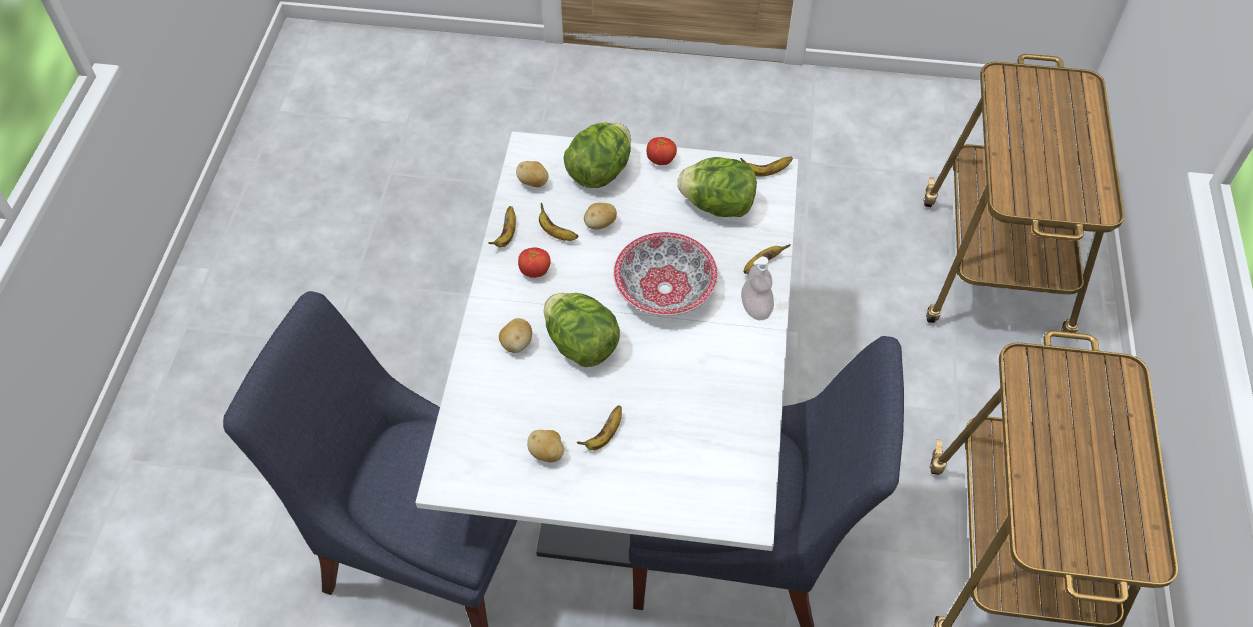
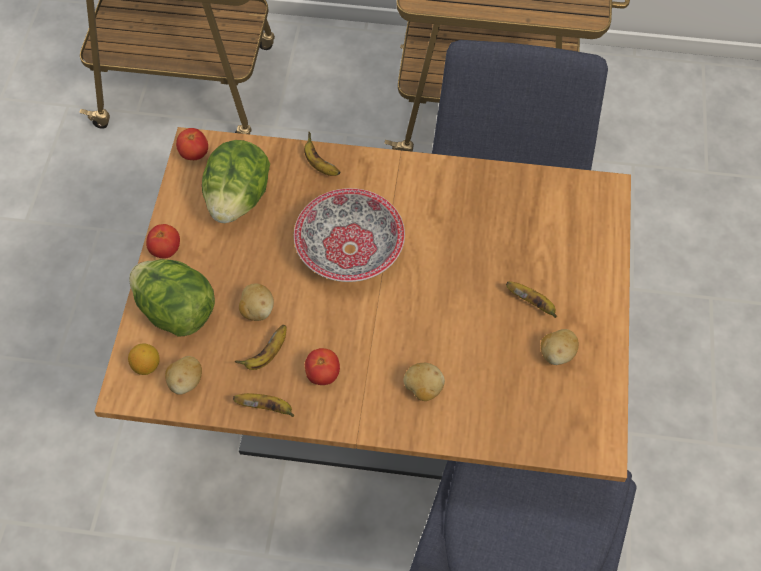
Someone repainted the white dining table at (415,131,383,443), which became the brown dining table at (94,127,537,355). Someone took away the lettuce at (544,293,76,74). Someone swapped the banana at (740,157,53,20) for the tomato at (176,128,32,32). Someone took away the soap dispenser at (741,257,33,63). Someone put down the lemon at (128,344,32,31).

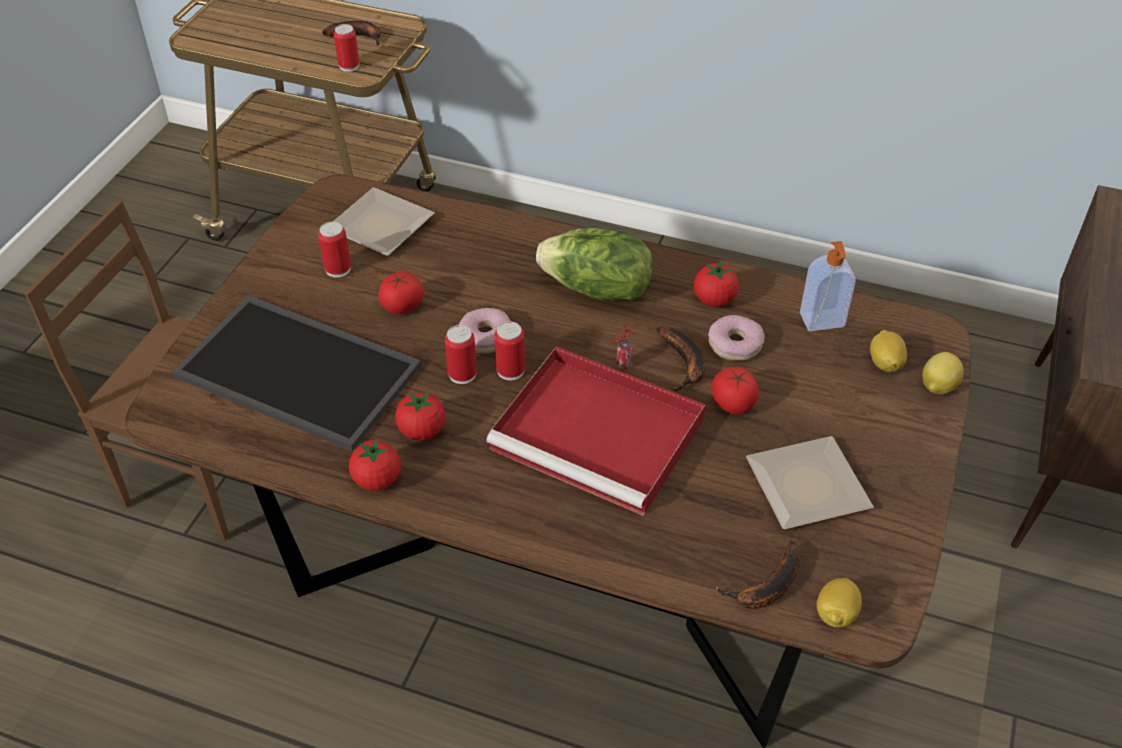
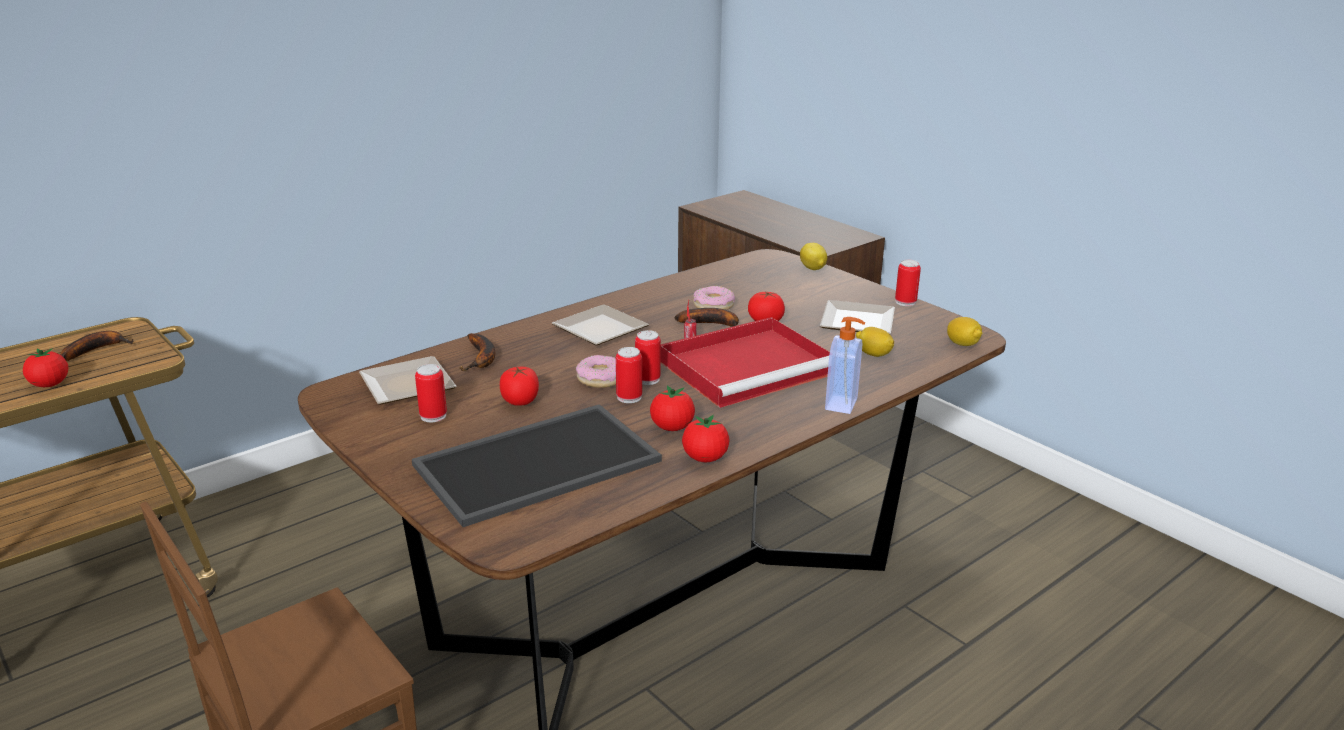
Someone carried the can from (334,24,26,48) to (895,260,26,46). Someone swapped the lettuce at (536,228,117,73) for the plate at (552,304,97,41). Someone carried the tomato from (694,261,45,46) to (23,348,45,39). Someone carried the banana from (715,541,85,68) to (459,333,37,38). Someone carried the soap dispenser from (800,241,56,90) to (825,317,40,97). Someone carried the lemon from (870,330,37,42) to (856,327,38,30).

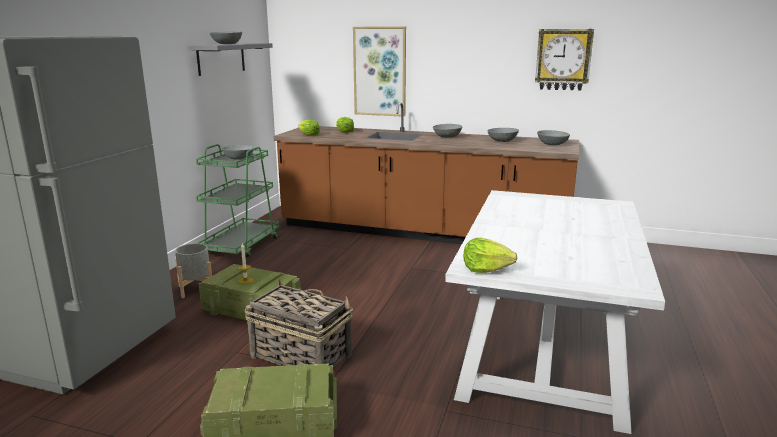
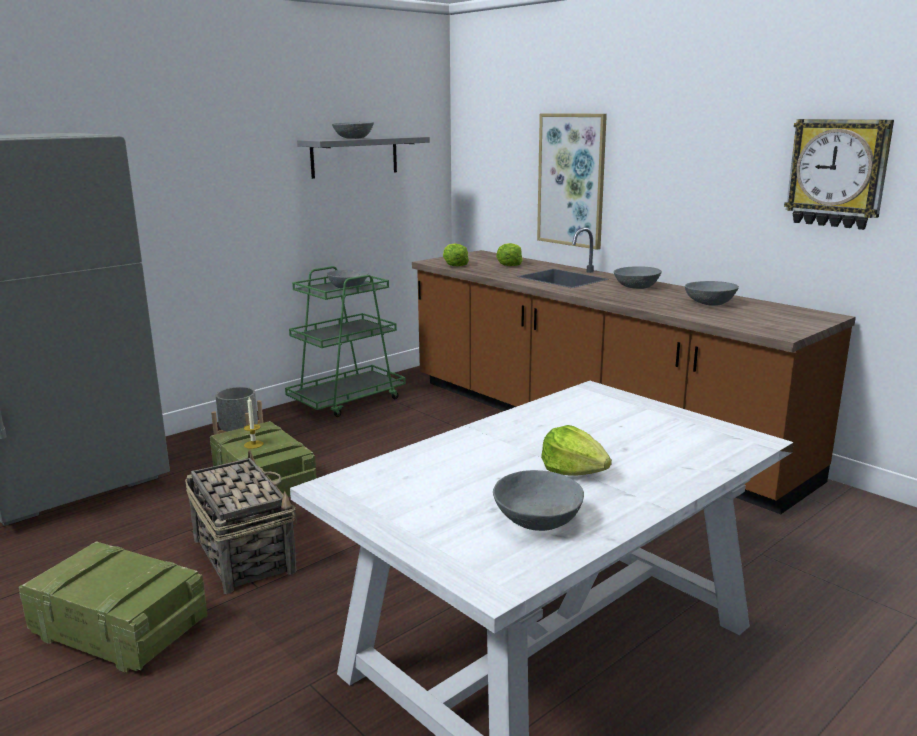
Someone carried the lettuce from (464,238,53,35) to (541,425,71,51). Someone carried the grey bowl from (537,130,33,15) to (493,470,91,61).

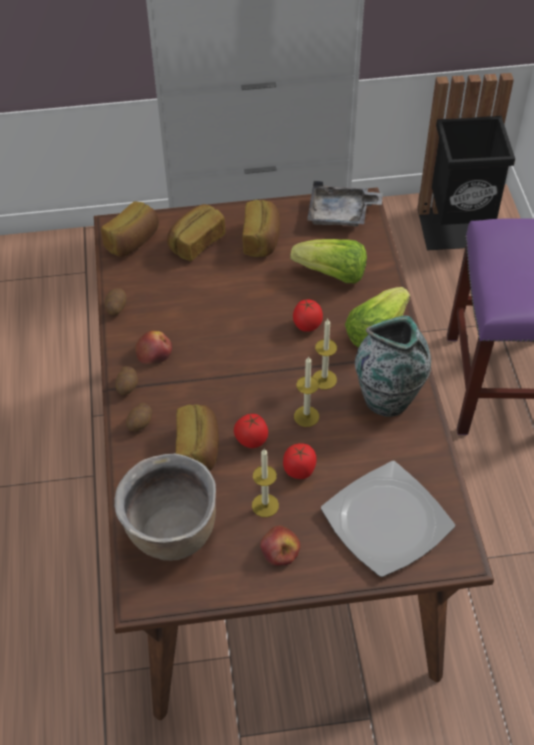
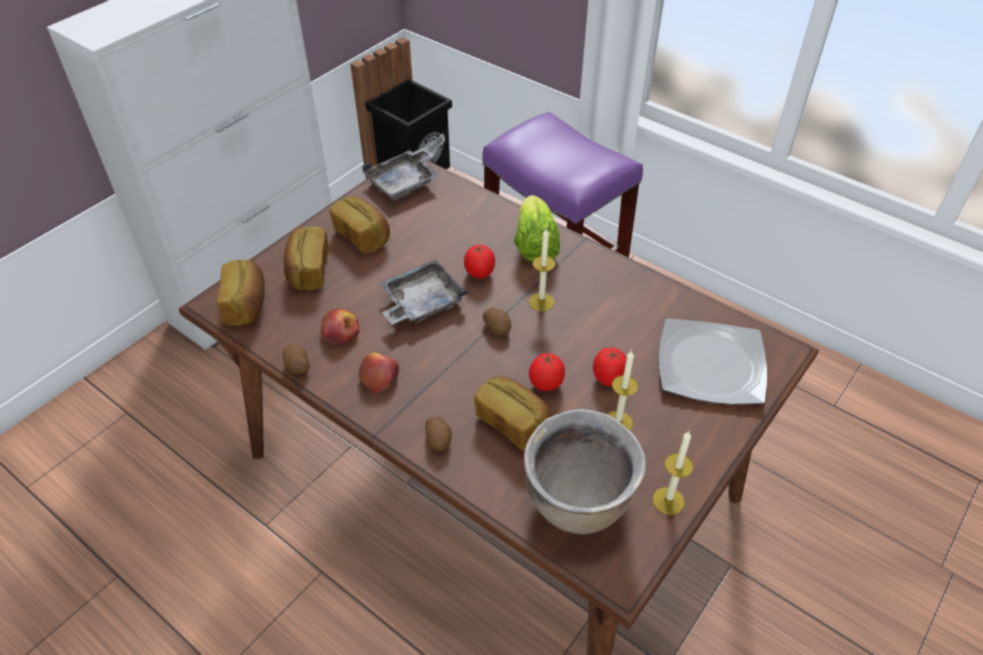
Someone carried the potato from (115,366,23,29) to (482,308,29,27). Someone carried the apple from (260,525,41,40) to (321,309,38,36). Someone took away the lettuce at (290,239,77,44). Someone carried the candle from (294,356,25,71) to (653,431,40,84). Someone took away the vase at (355,315,76,102). Someone put down the grey tray at (380,259,88,66).

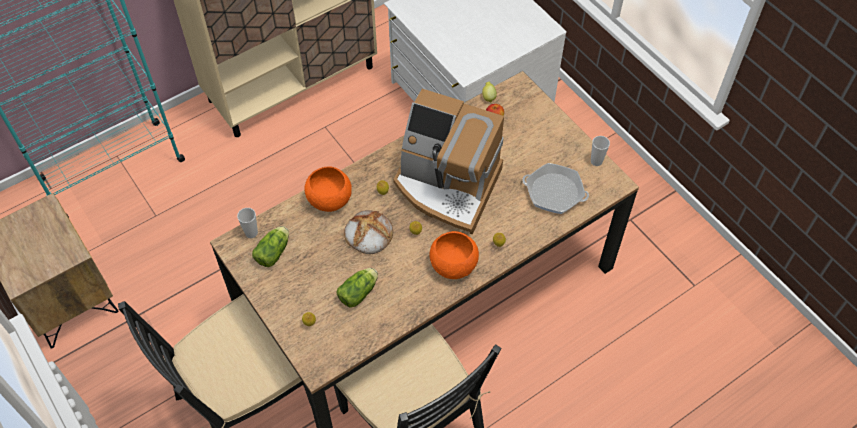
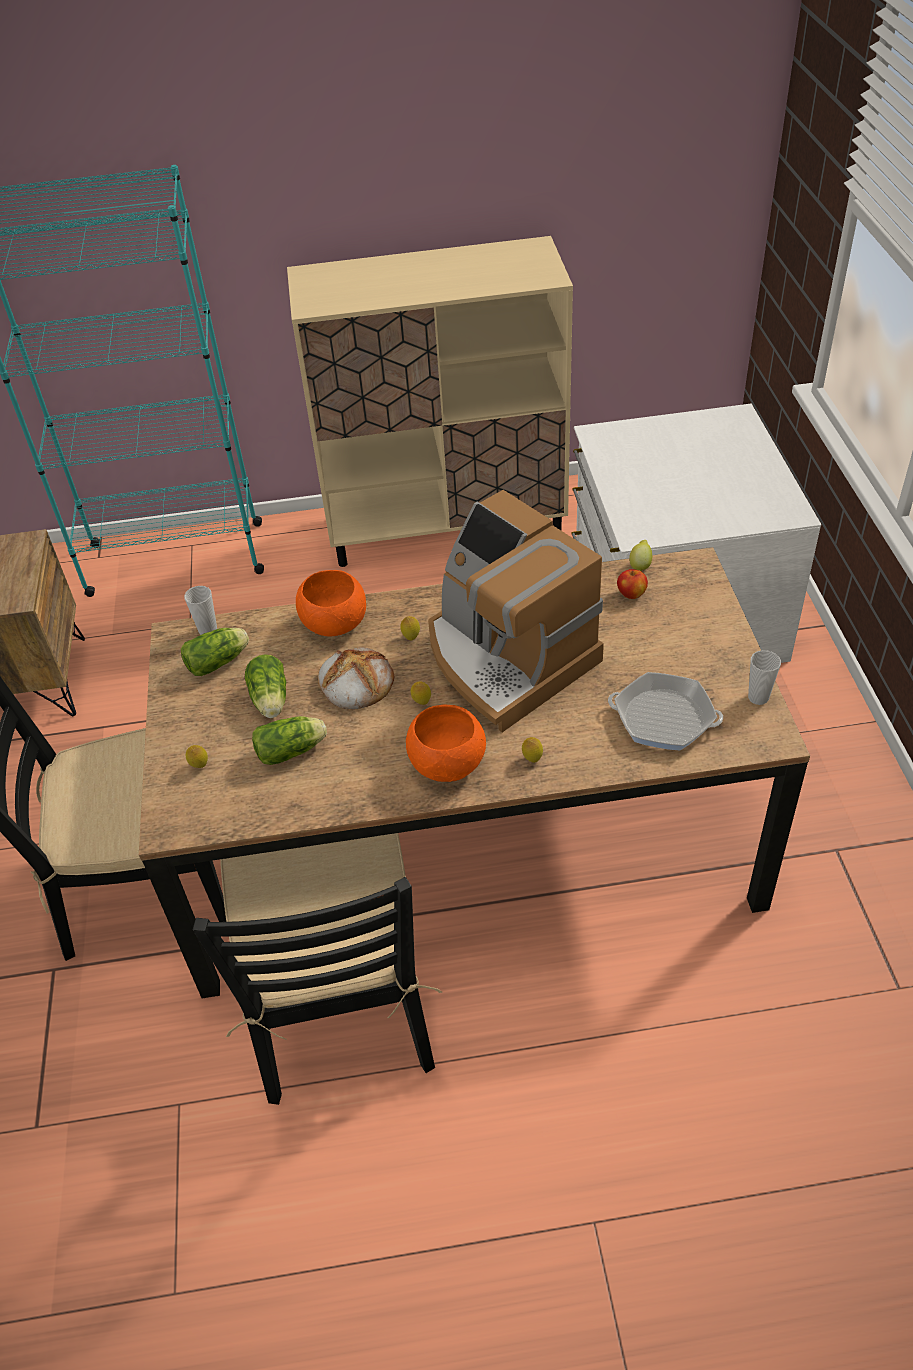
Someone rotated the frying pan at (522,163,67,51) by 150 degrees clockwise. Someone put down the lettuce at (245,654,41,64).

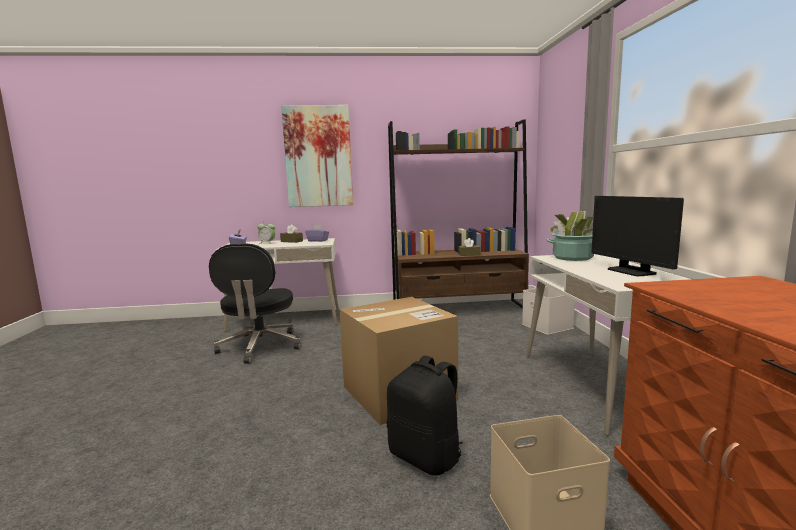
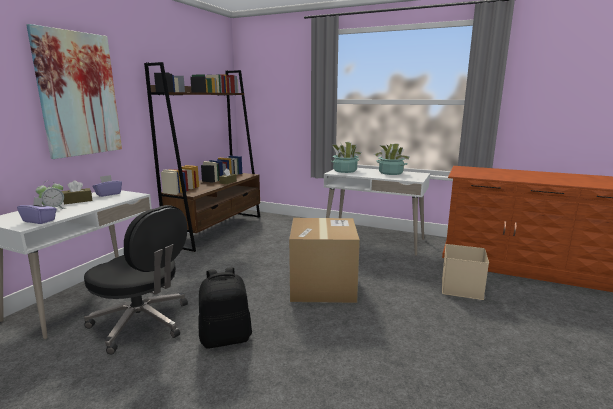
Someone carried the black backpack from (387,356,76,120) to (198,267,54,82). Someone took away the white storage box at (522,286,53,49). Someone swapped the monitor at (592,196,92,80) for the potted plant at (374,143,36,32).

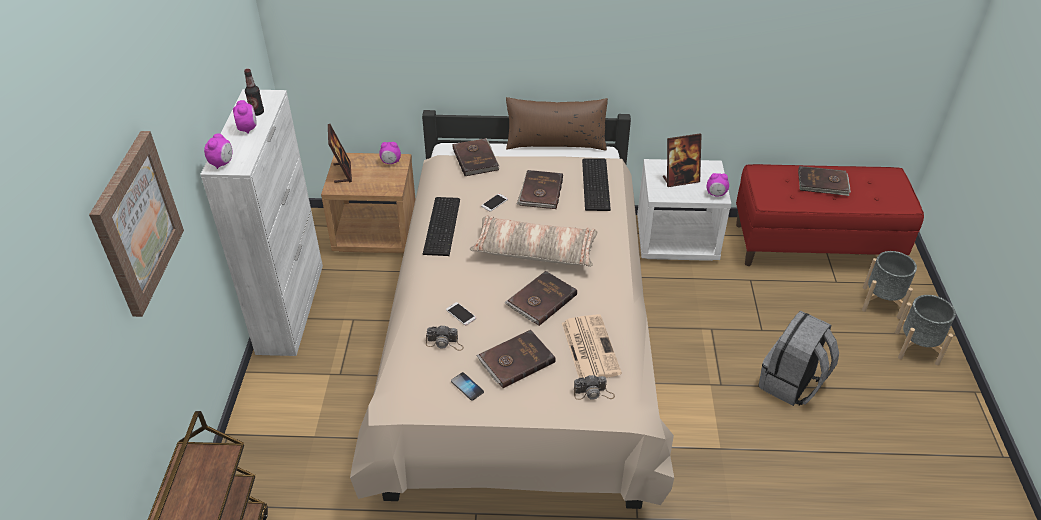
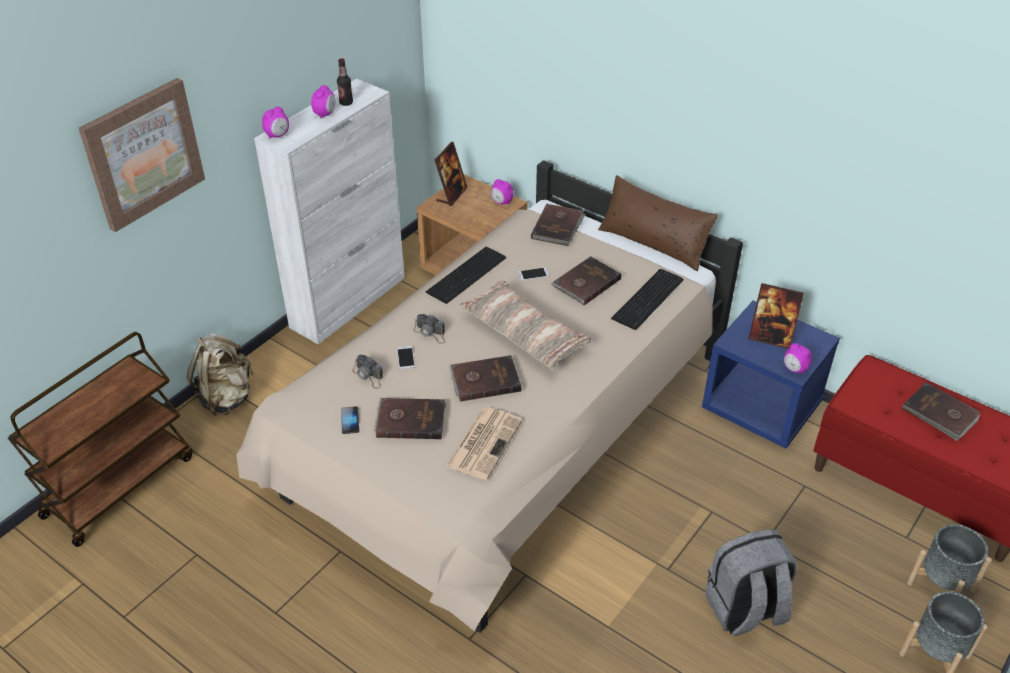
Someone carried the photo camera from (574,375,41,25) to (413,314,32,30). Someone repainted the white nightstand at (637,159,94,102), which became the blue nightstand at (702,300,138,149). Someone put down the beige backpack at (187,333,67,83).

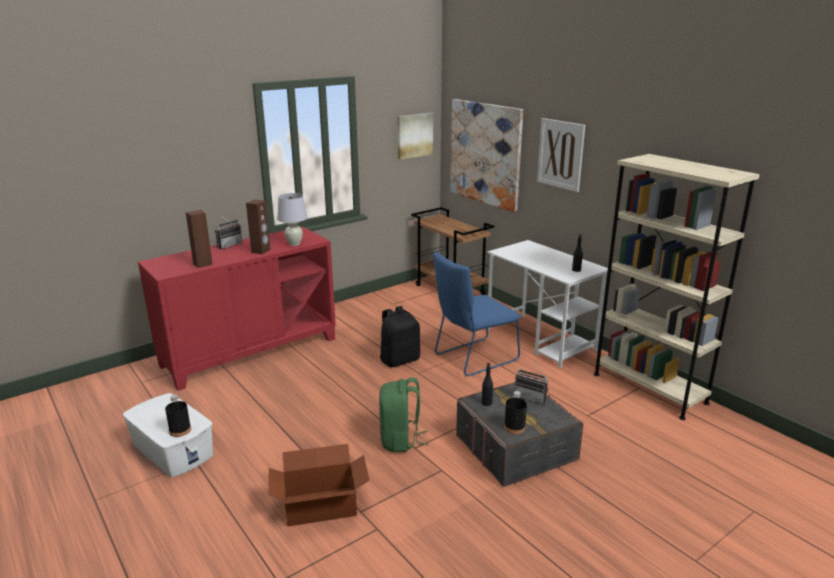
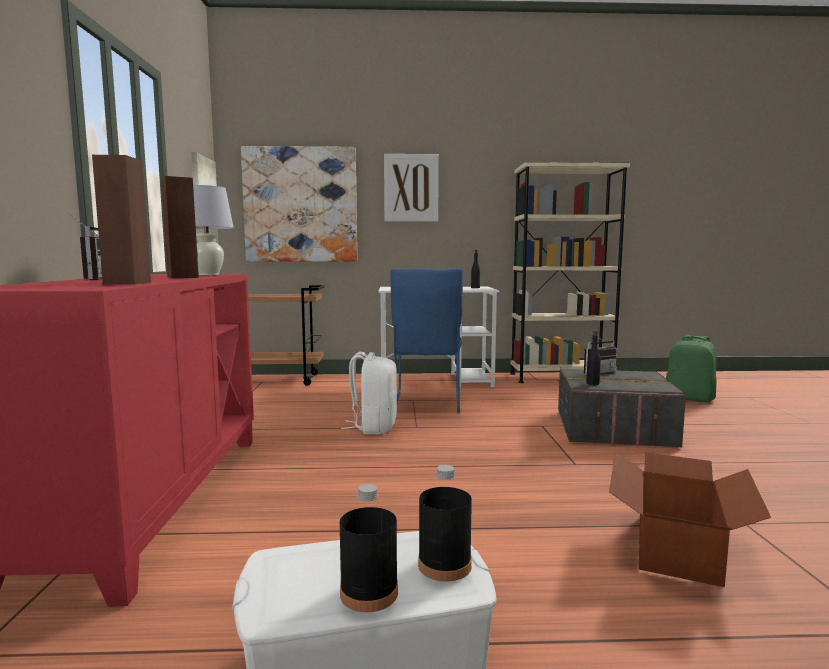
Someone carried the green backpack from (379,377,49,75) to (666,335,51,67). Someone repainted the black backpack at (380,306,40,61), which became the white backpack at (341,352,56,82). Someone carried the black bottle from (504,391,23,43) to (340,484,58,128).

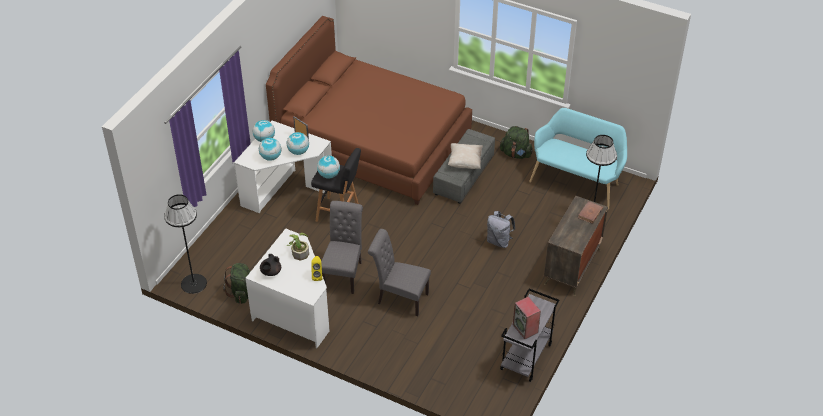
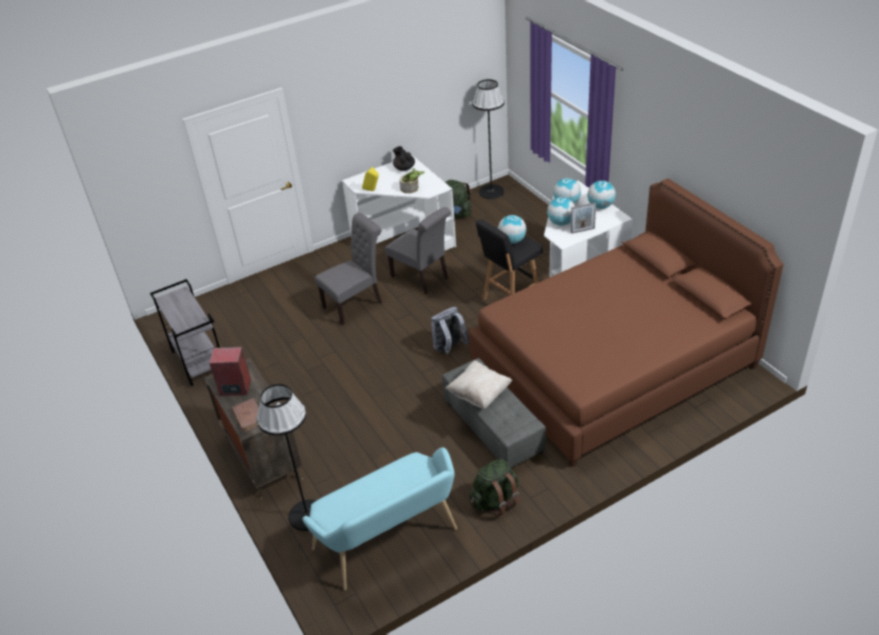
Someone carried the grey backpack from (487,211,29,37) to (431,307,38,48). Someone carried the speaker from (513,297,28,42) to (209,347,42,49).

